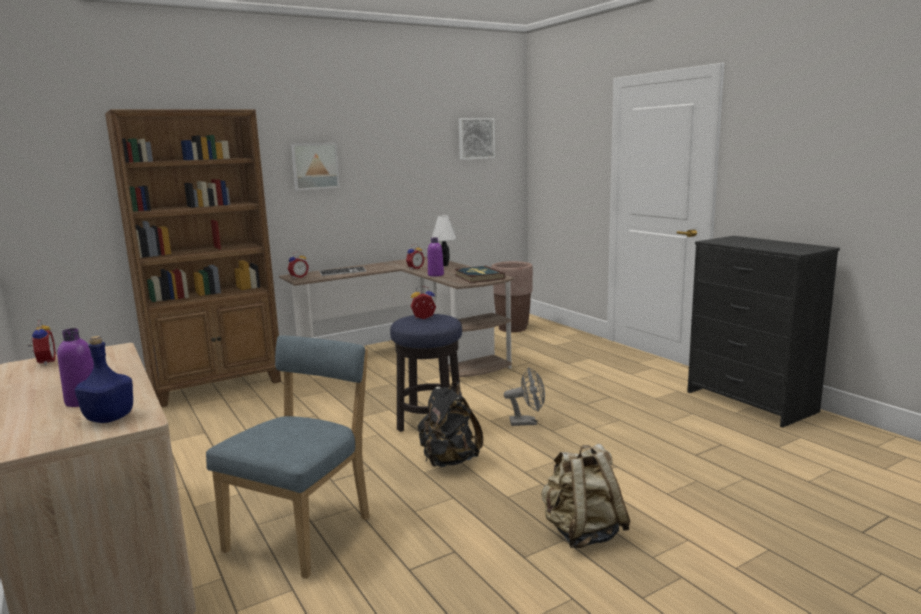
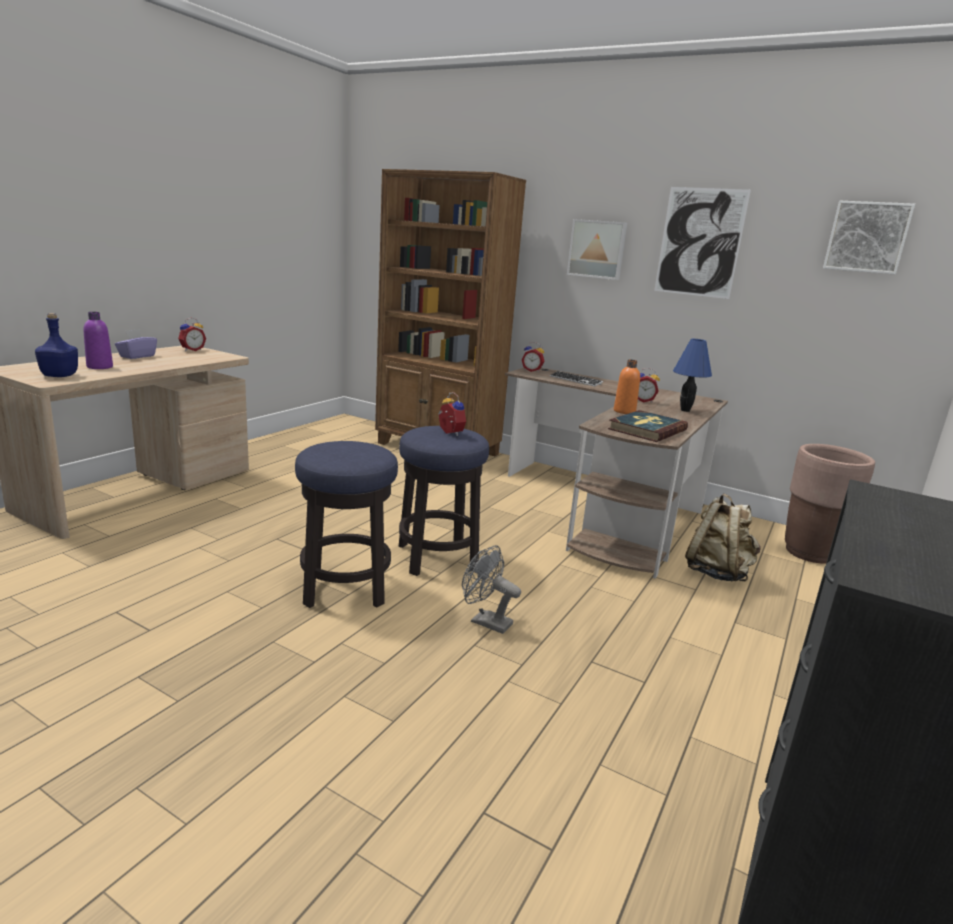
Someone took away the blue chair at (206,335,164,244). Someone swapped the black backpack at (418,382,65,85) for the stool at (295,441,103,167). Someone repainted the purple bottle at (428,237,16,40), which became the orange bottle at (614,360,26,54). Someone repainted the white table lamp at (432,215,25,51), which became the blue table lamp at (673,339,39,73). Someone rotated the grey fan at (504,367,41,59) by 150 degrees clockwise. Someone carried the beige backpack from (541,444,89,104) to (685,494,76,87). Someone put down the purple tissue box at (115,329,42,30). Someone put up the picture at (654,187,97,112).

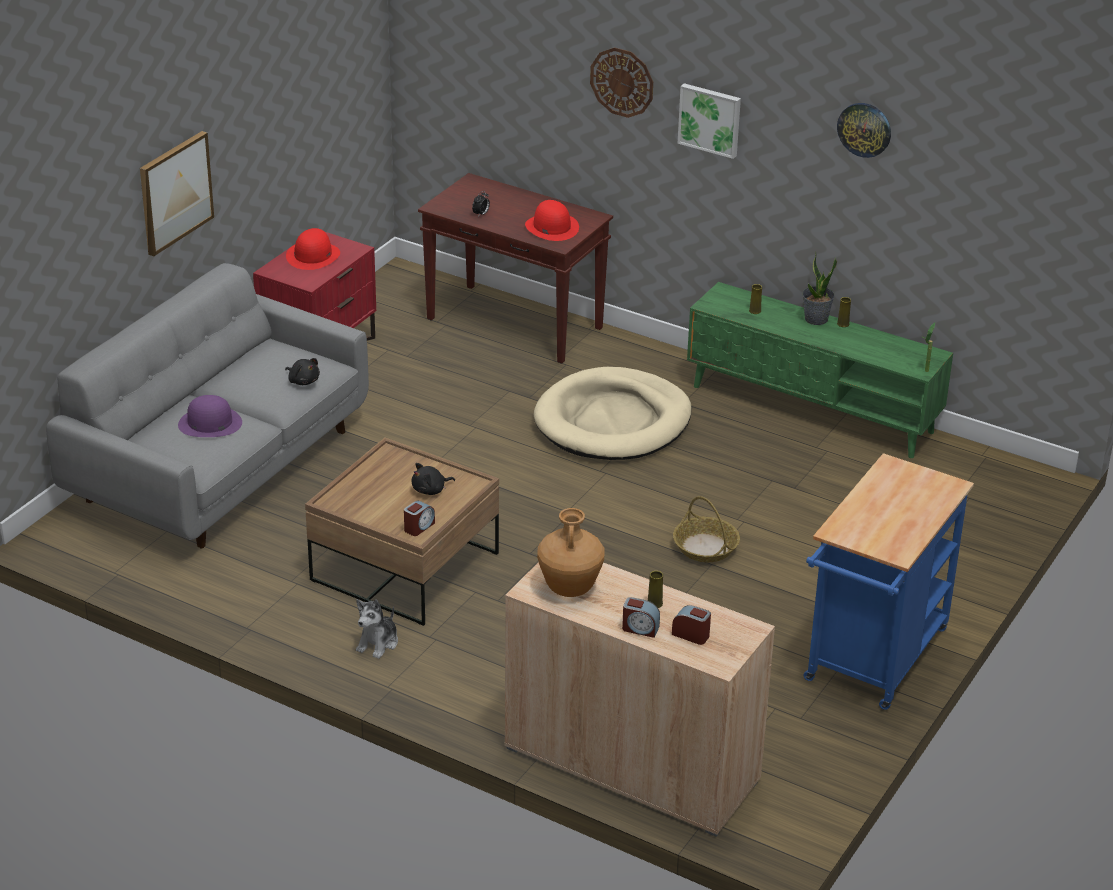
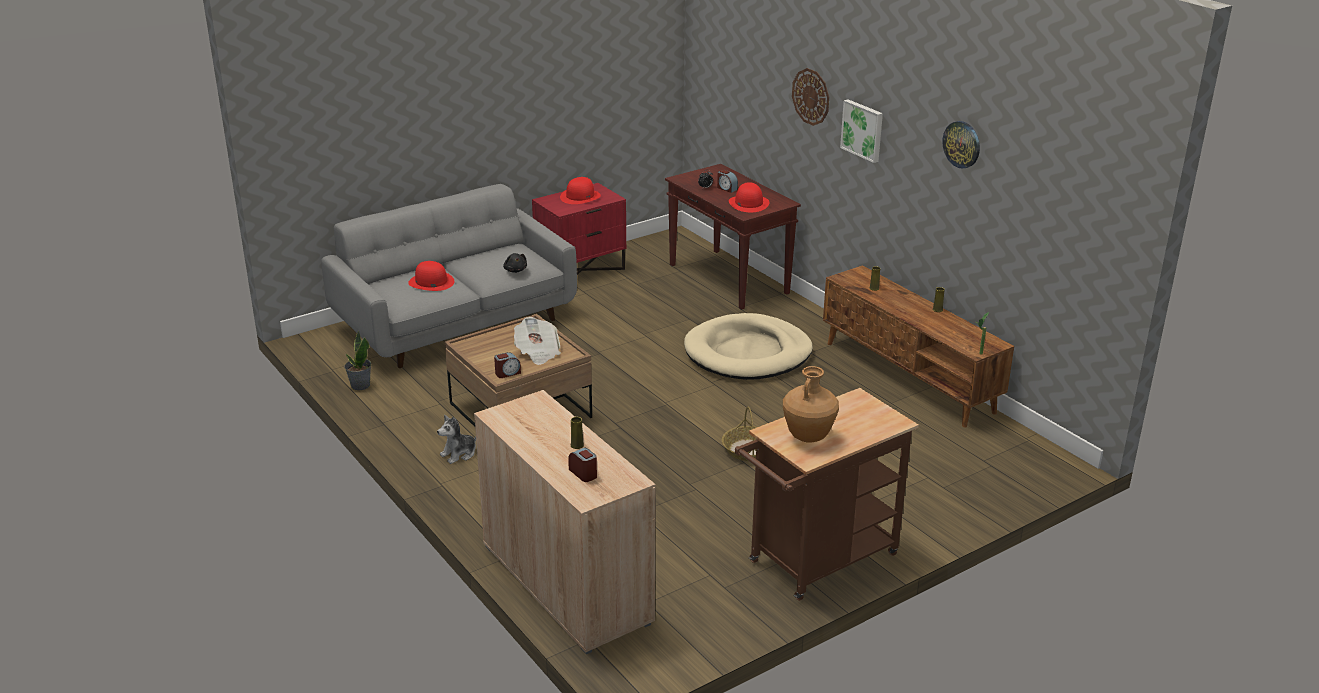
Someone took away the picture at (140,131,74,125). Someone repainted the purple hat at (178,395,64,42), which became the red hat at (408,261,46,30). Someone swapped the black plush toy at (412,463,43,32) for the newspaper at (514,317,47,48). Someone carried the brown vase from (537,508,68,89) to (783,366,56,77). Someone carried the alarm clock from (622,597,38,41) to (717,170,21,23). Someone repainted the green tv stand at (687,282,266,176), which became the brown tv stand at (823,265,191,162). Someone carried the potted plant from (802,252,35,73) to (344,331,27,59). Someone repainted the blue cart at (803,453,171,257), which became the brown cart at (735,388,184,213).

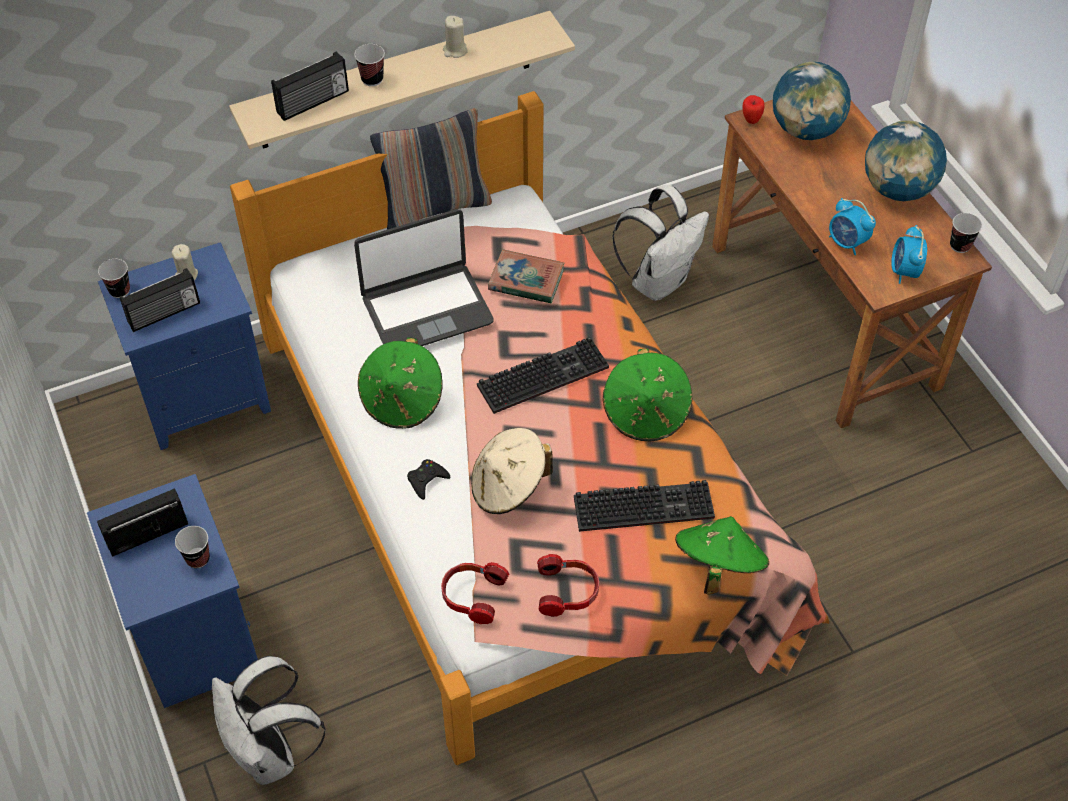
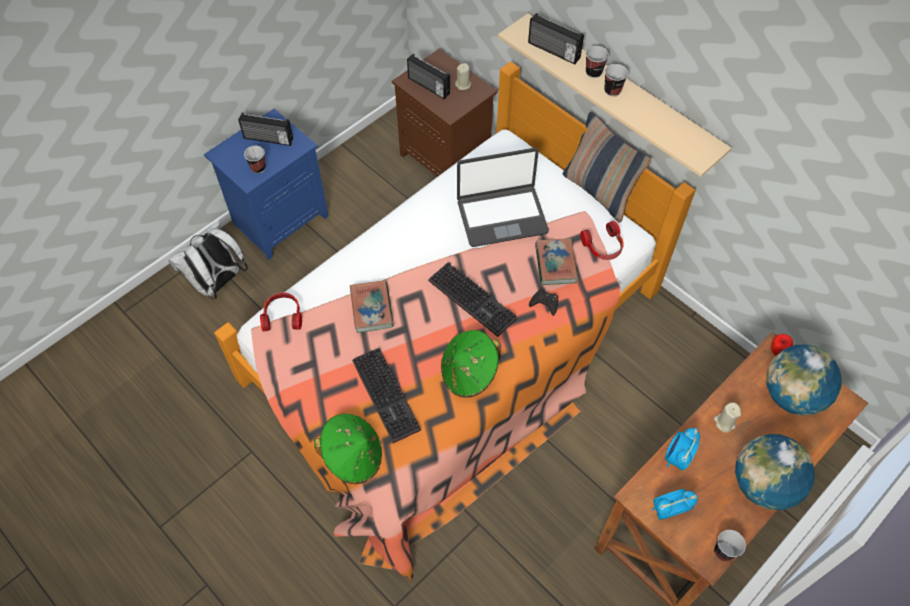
Someone rotated the radio at (97,488,91,69) by 150 degrees clockwise. Someone repainted the blue nightstand at (98,242,173,208), which became the brown nightstand at (392,49,106,128). Someone carried the cup from (98,259,32,39) to (604,64,24,33). Someone rotated the laptop at (354,209,139,137) by 60 degrees counterclockwise. Someone took away the green hat at (358,337,85,92). Someone carried the black game controller from (407,459,43,41) to (529,289,29,27). Someone carried the beige candle from (443,16,25,42) to (714,403,27,30). Someone swapped the beige hat at (471,428,82,86) for the book at (350,281,44,52). Someone carried the headphones from (537,554,62,63) to (580,221,44,39). Someone took away the white backpack at (612,185,97,116).

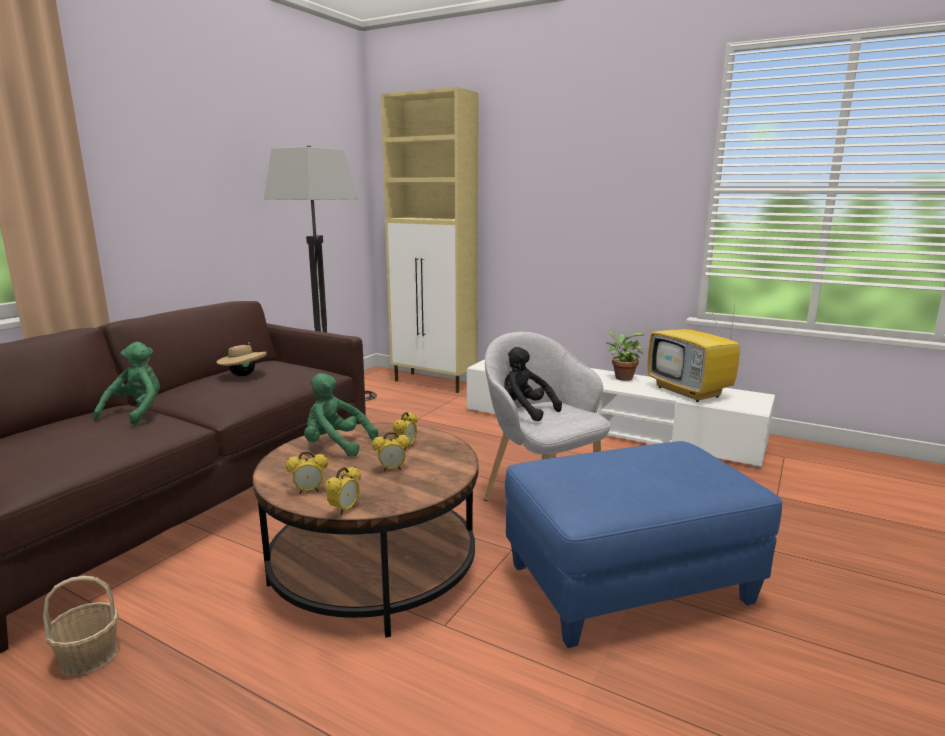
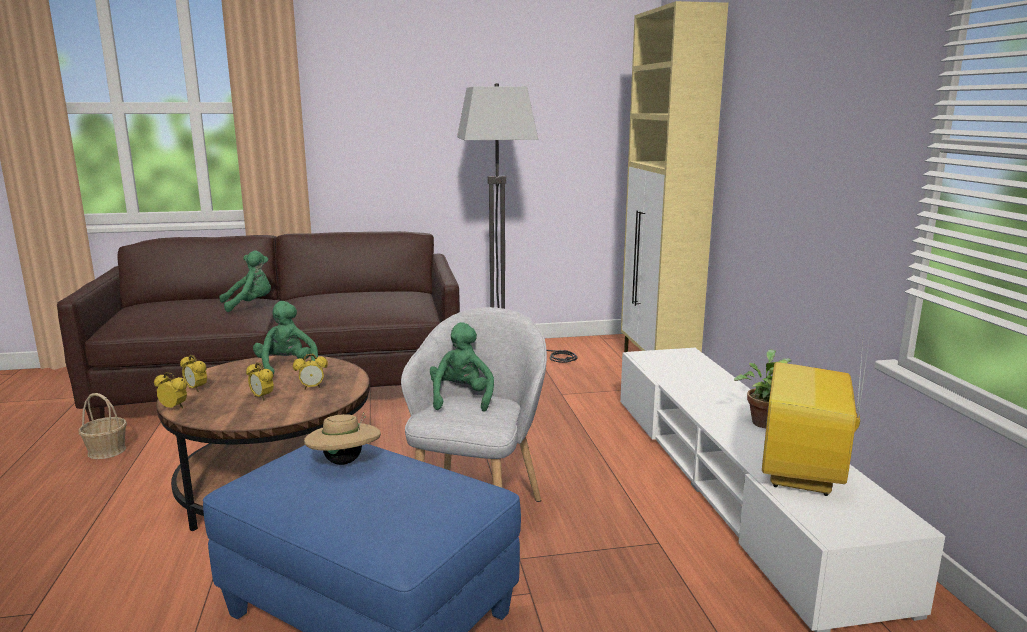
Someone carried the beige hat from (216,342,51,35) to (304,412,77,53). Someone rotated the alarm clock at (324,467,37,48) by 150 degrees counterclockwise. Someone repainted the black plush toy at (504,347,58,74), which became the green plush toy at (430,322,64,90).

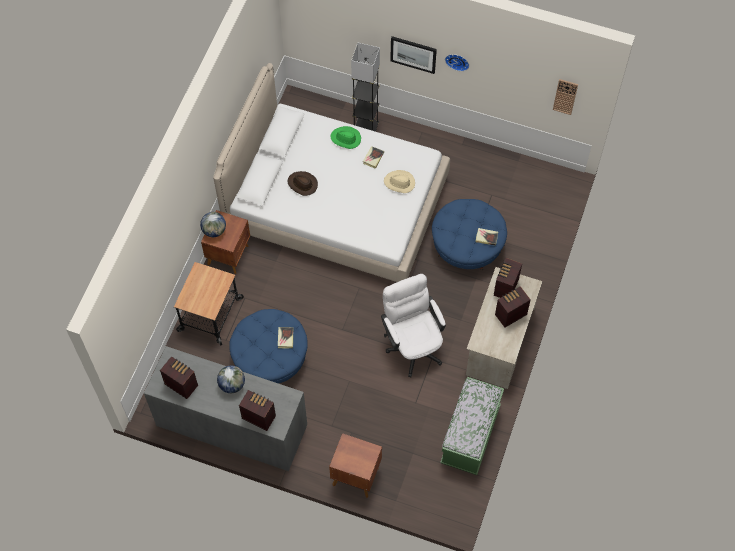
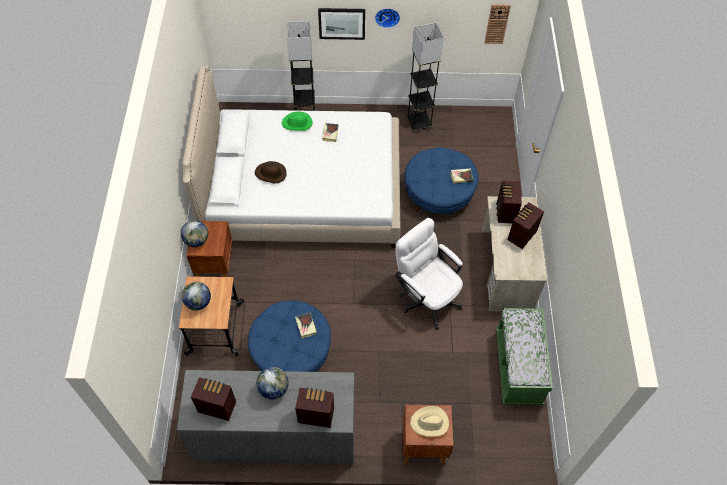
Someone carried the beige hat from (384,170,31,23) to (410,406,39,31). Someone put down the globe at (182,282,29,28). Someone put down the grey floor lamp at (407,23,37,109).

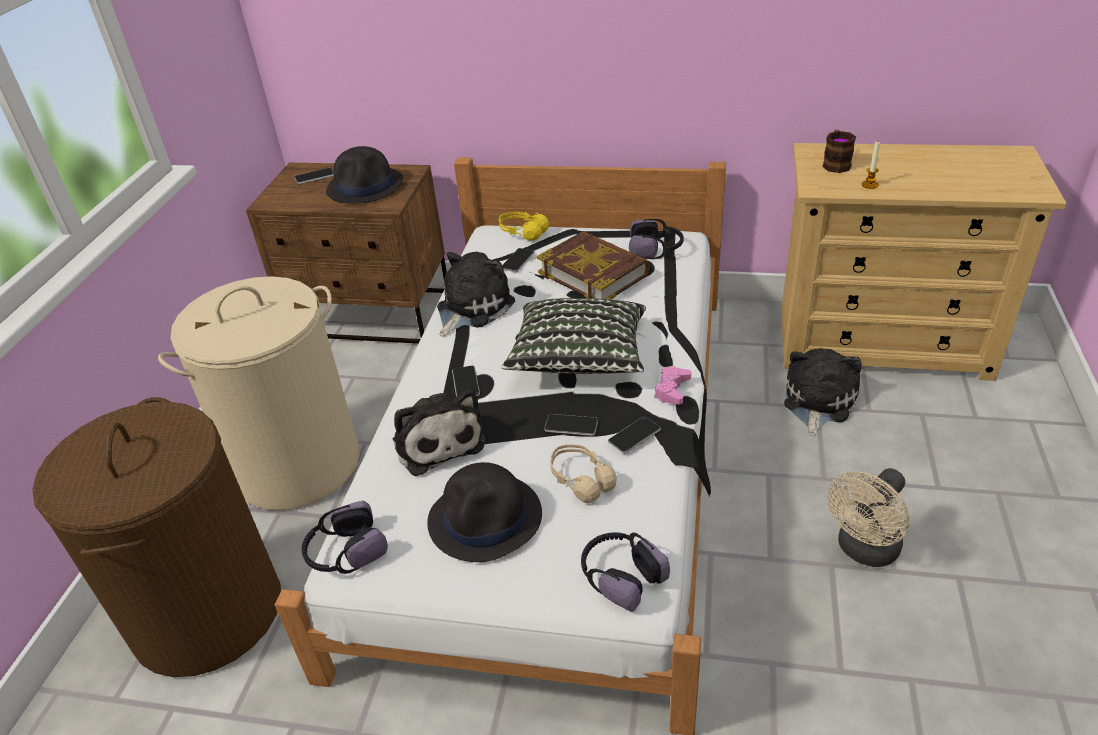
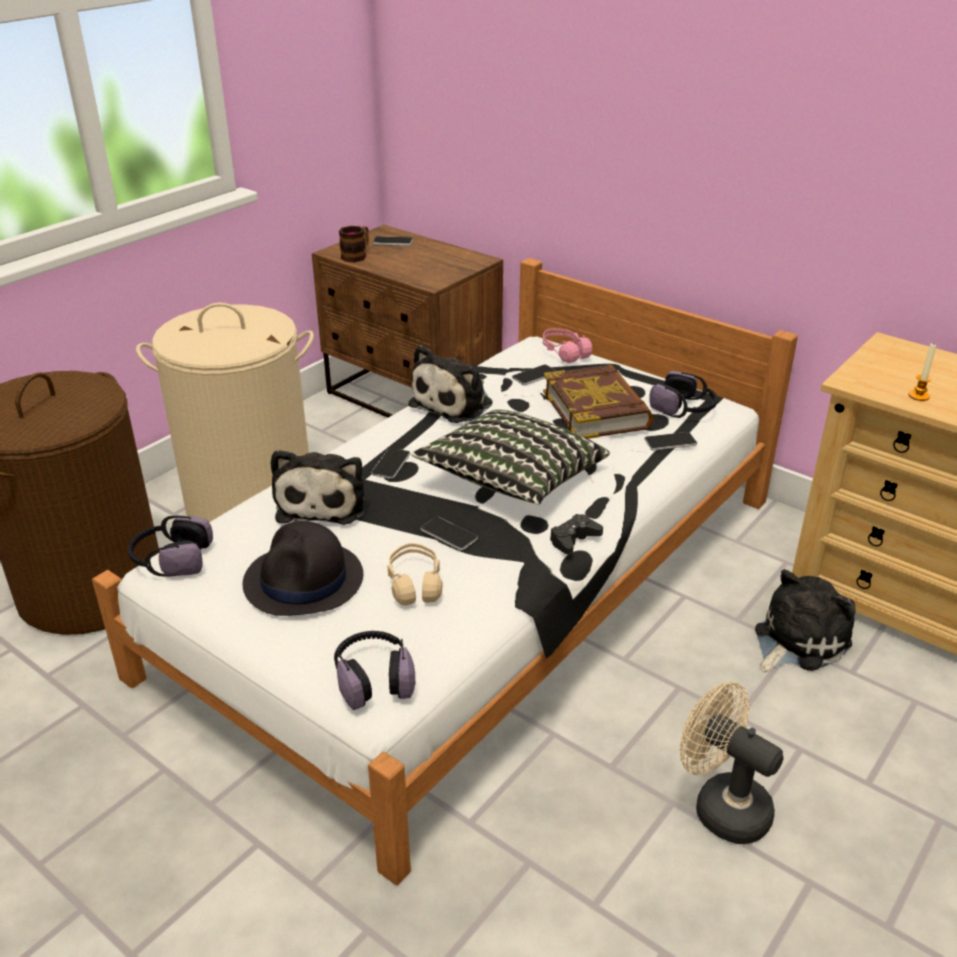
Someone took away the black hat at (326,146,78,58). Someone rotated the plush toy at (437,252,78,85) by 150 degrees clockwise. Someone repainted the yellow headphones at (499,212,50,29), which became the pink headphones at (543,328,50,35). Someone carried the phone from (608,417,53,37) to (644,432,53,18). Someone repainted the pink game controller at (654,366,37,39), which became the black game controller at (550,514,53,41). Someone carried the mug from (822,130,34,43) to (339,226,30,36). Someone rotated the beige fan at (827,468,83,99) by 60 degrees clockwise.

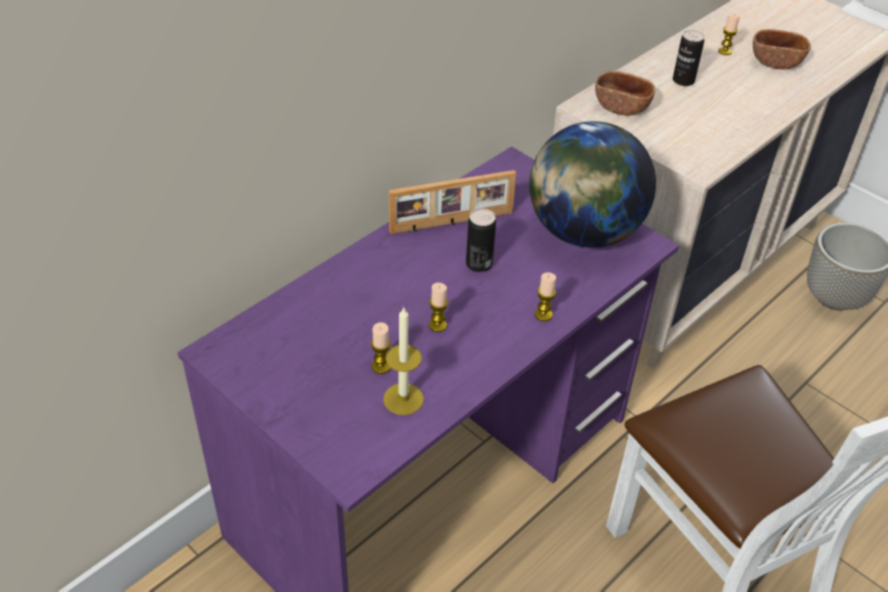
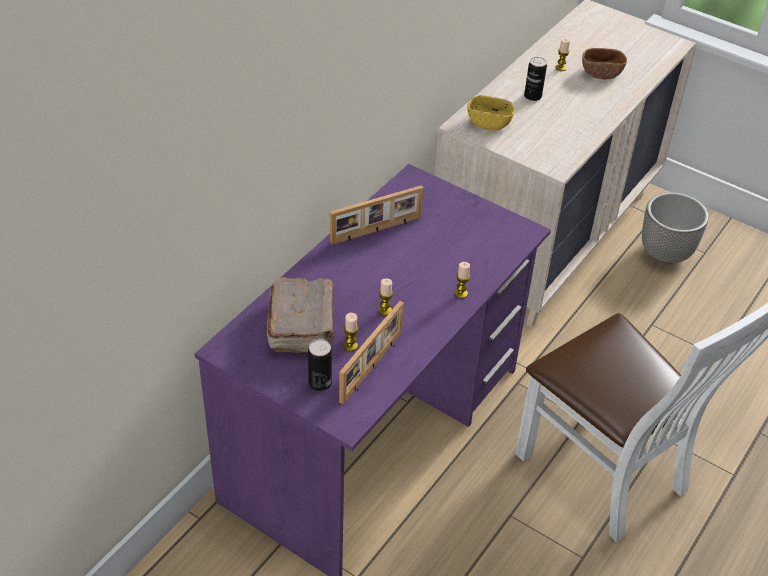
Someone swapped the candle at (383,308,41,107) for the picture frame at (339,301,65,103). Someone carried the can from (466,208,30,64) to (308,339,24,52). Someone took away the globe at (529,121,127,127). Someone repainted the brown bowl at (595,71,60,45), which became the yellow bowl at (467,95,48,35). Someone put down the brown book at (267,277,68,76).

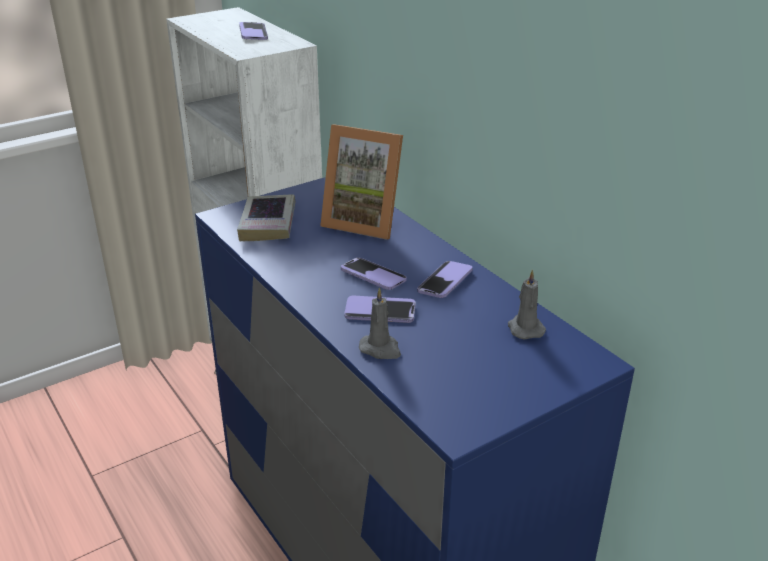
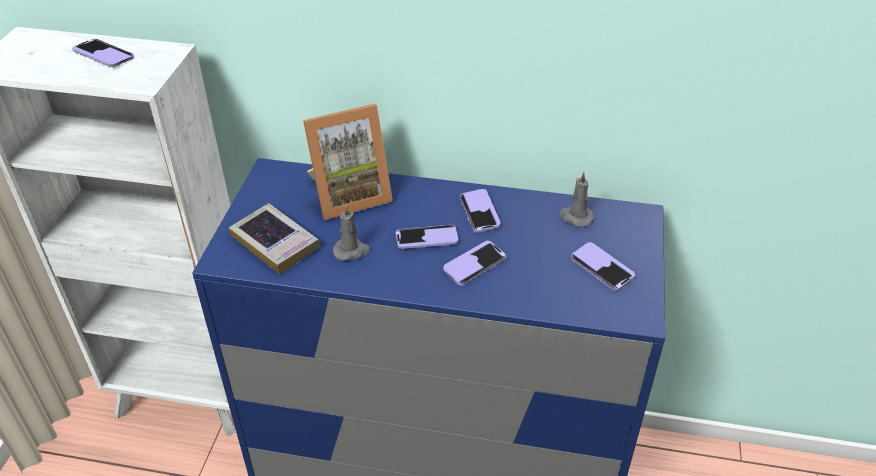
Someone carried the grey candle from (359,287,42,72) to (333,205,38,56). Someone put down the phone at (571,242,64,49).

